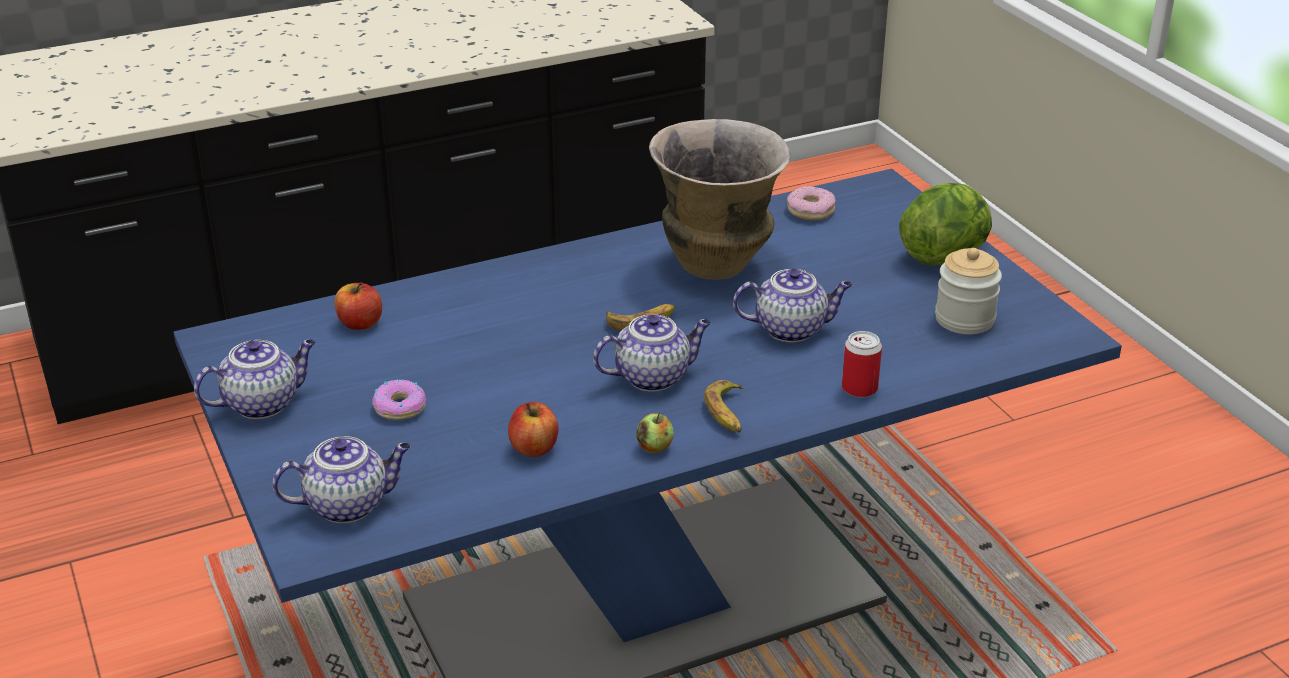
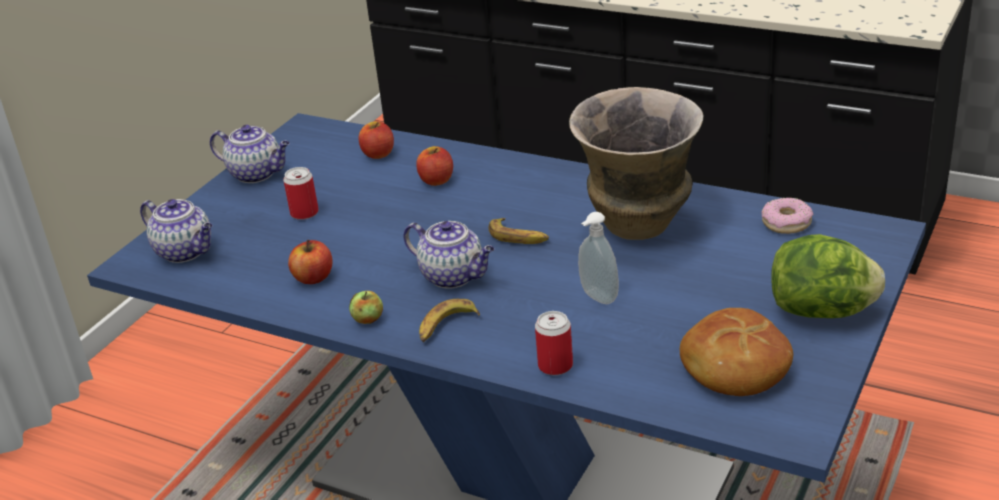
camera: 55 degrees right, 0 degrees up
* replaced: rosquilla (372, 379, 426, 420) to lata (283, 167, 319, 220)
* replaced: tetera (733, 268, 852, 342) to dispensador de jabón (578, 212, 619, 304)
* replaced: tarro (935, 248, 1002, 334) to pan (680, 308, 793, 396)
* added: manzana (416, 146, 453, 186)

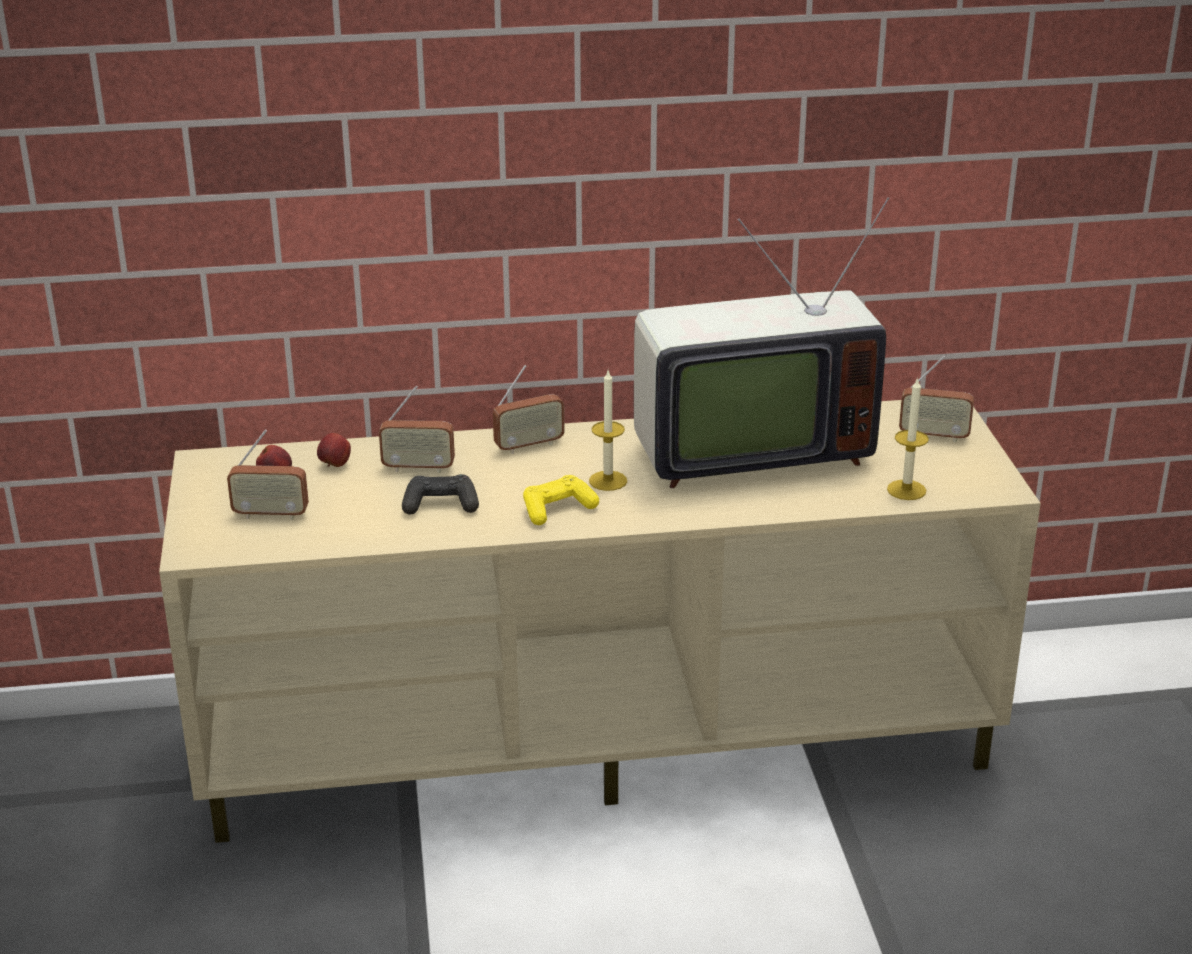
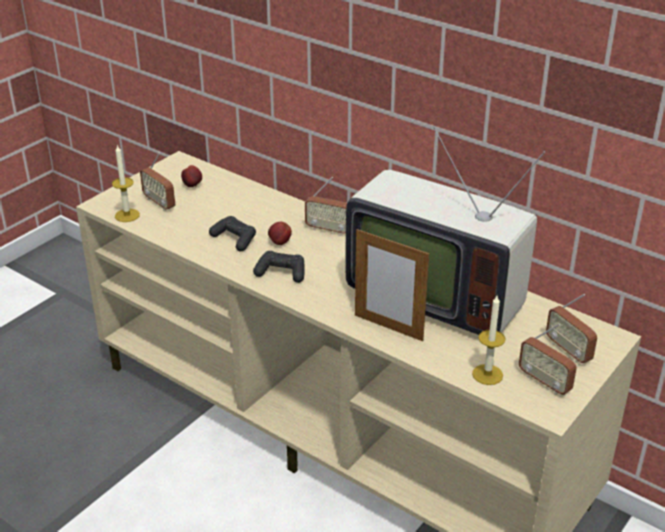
camera: 45 degrees right, 5 degrees up
* moved: manzana (317, 433, 351, 467) to (268, 222, 292, 245)
* moved: radio (379, 386, 455, 473) to (519, 324, 577, 395)
* recoloured: mando de consola/amarillo (523, 475, 599, 525) to mando de consola/negro (253, 251, 305, 283)
* moved: vela (589, 370, 627, 491) to (112, 144, 140, 222)
* added: portarretratos (355, 229, 429, 341)

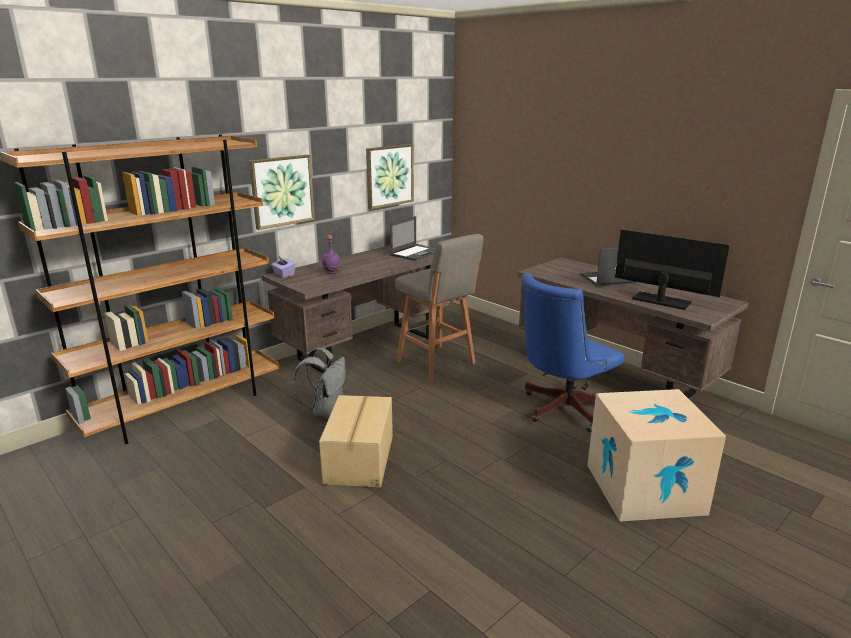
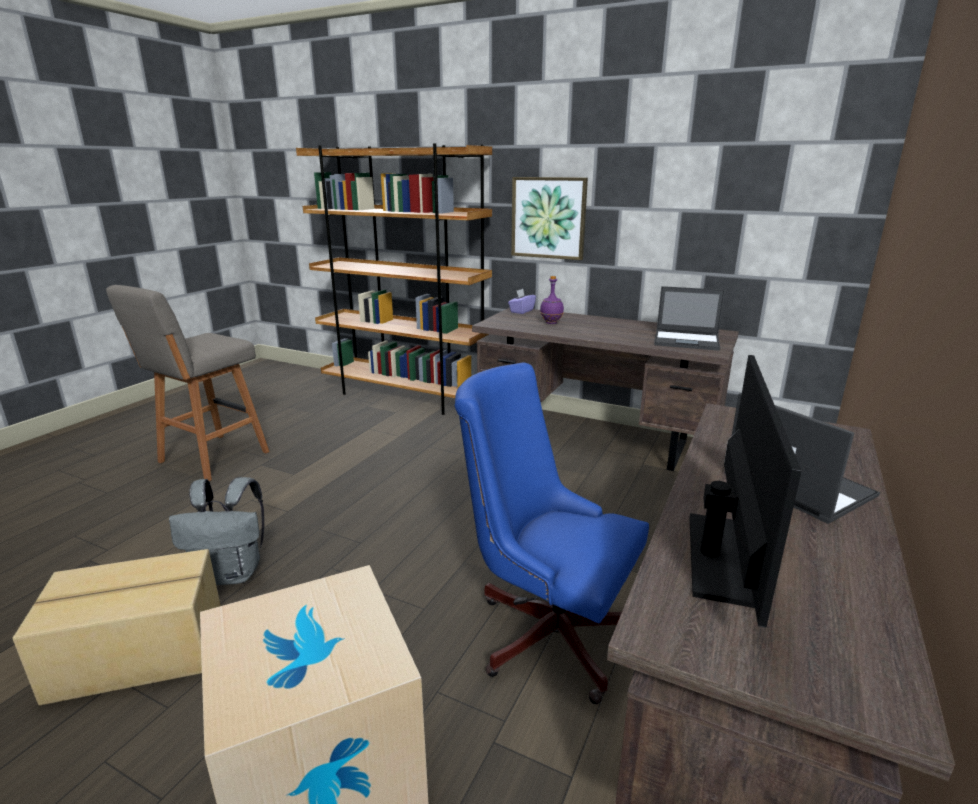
camera: 70 degrees right, 0 degrees up
* moved: mochila/gris (293, 348, 345, 419) to (169, 477, 264, 585)
* moved: caja de cartón (319, 395, 393, 488) to (12, 549, 221, 705)
* removed: cuadro (366, 144, 414, 209)
* moved: taburete/gris (395, 234, 484, 381) to (106, 285, 270, 481)

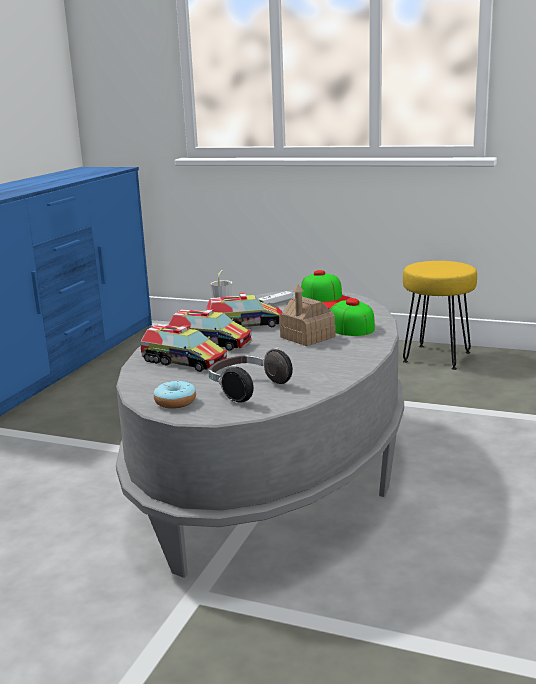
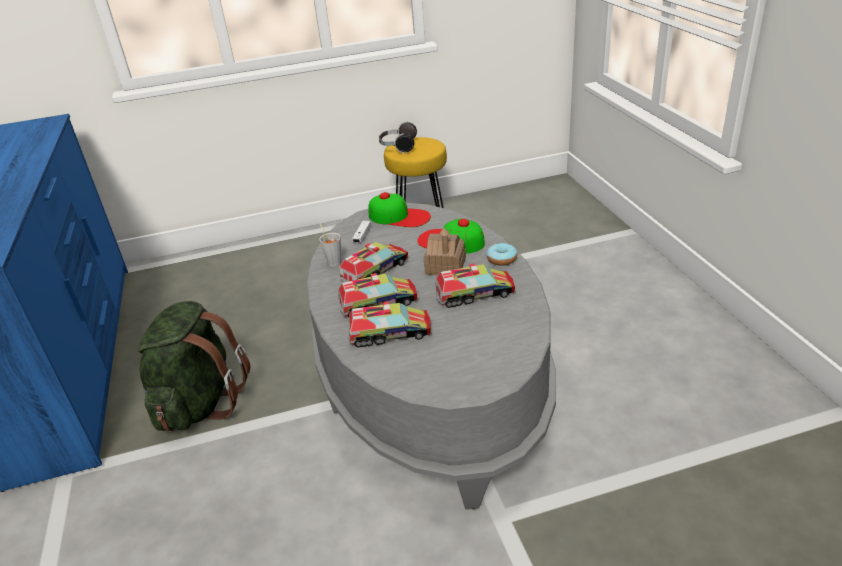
camera: 35 degrees left, 15 degrees up
* moved: rosquilla (154, 381, 196, 409) to (487, 243, 517, 266)
* moved: auriculares (208, 348, 293, 404) to (379, 121, 417, 153)
* added: mochila/verde (138, 301, 251, 431)
* added: camión de juguete (435, 264, 516, 308)

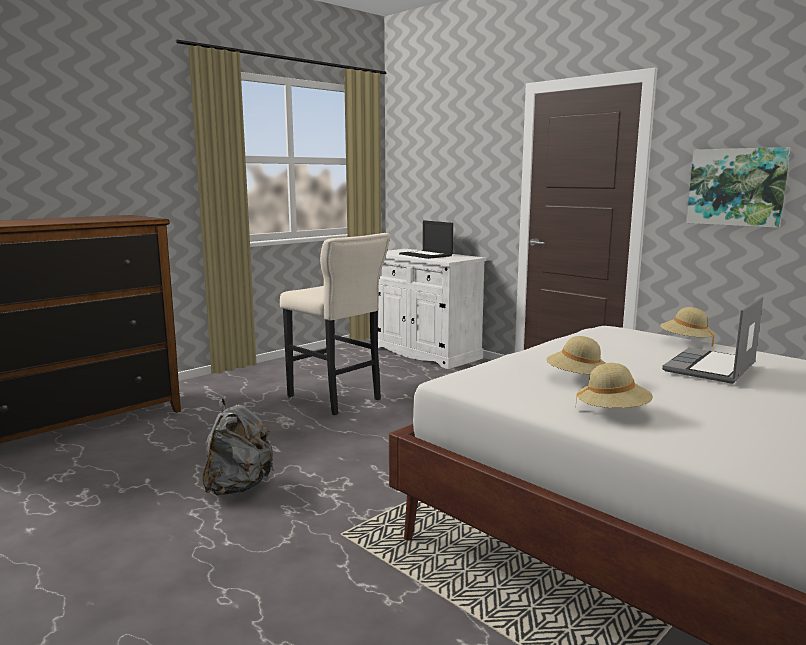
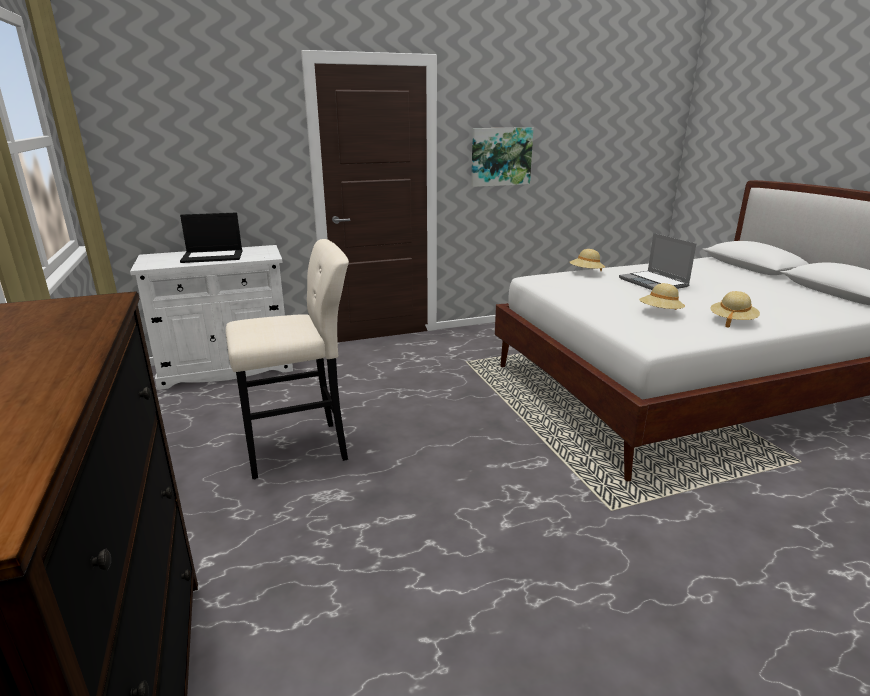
camera: 65 degrees left, 10 degrees up
* removed: mochila/gris (202, 399, 274, 495)

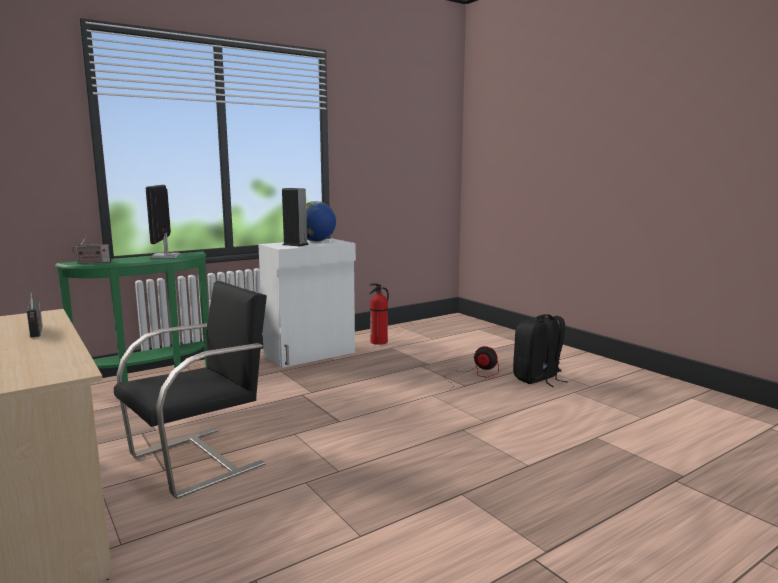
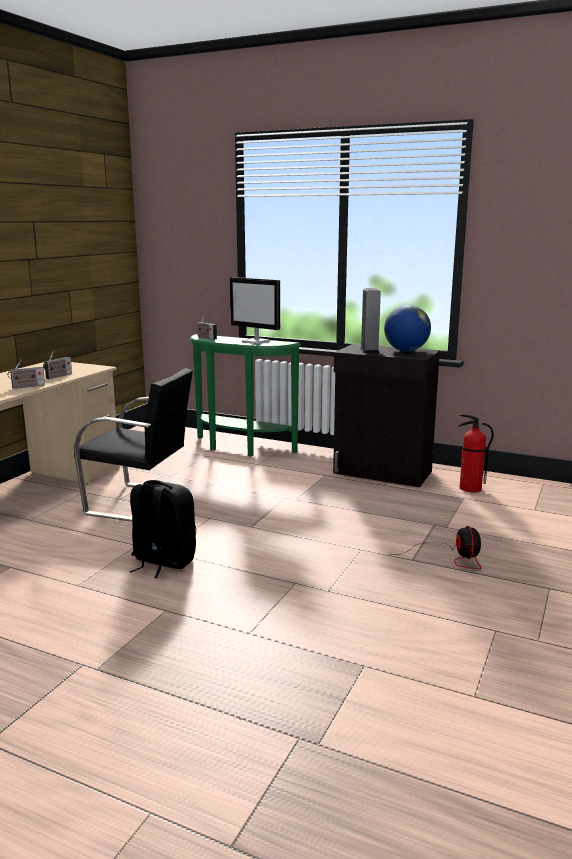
camera: 60 degrees right, 5 degrees up
* turned: monitor (146, 185, 180, 258) = (230, 277, 280, 344) 105 degrees counterclockwise
* recoloured: armario/blanco (258, 239, 356, 368) to armario/negro (333, 344, 440, 487)
* moved: mochila/negro (513, 314, 568, 387) to (130, 480, 196, 578)
* added: radio (7, 359, 45, 389)

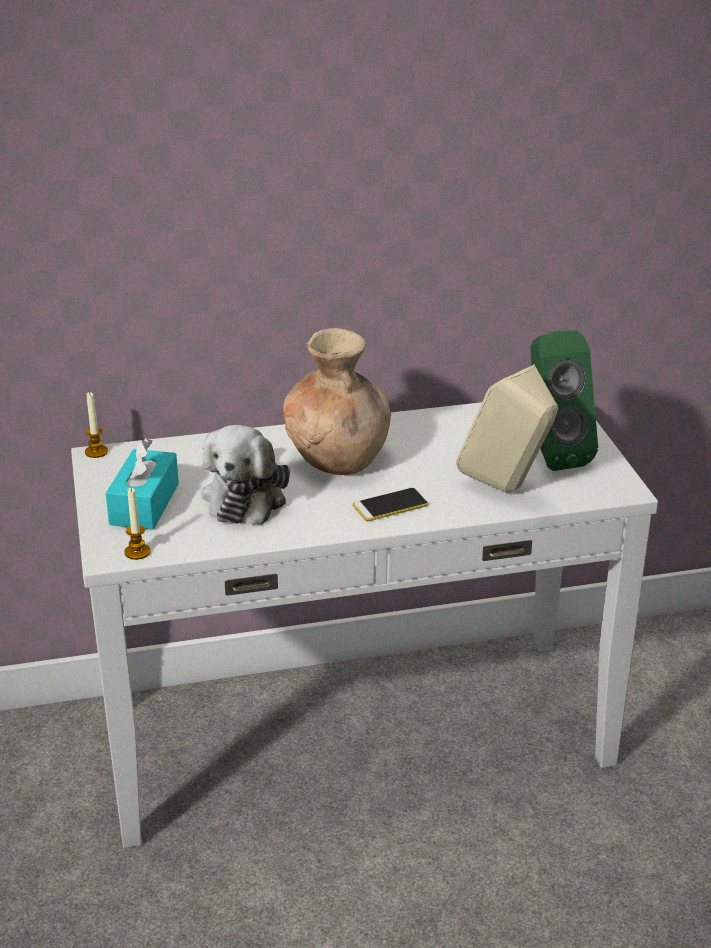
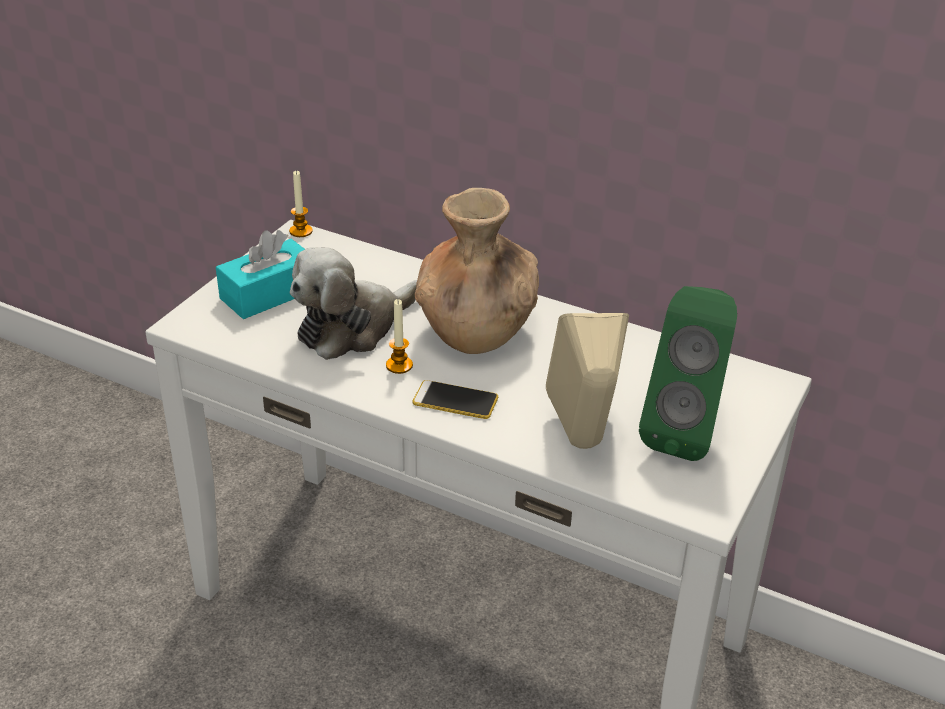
camera: 40 degrees right, 5 degrees up
* moved: vela (124, 488, 151, 560) to (386, 299, 413, 374)

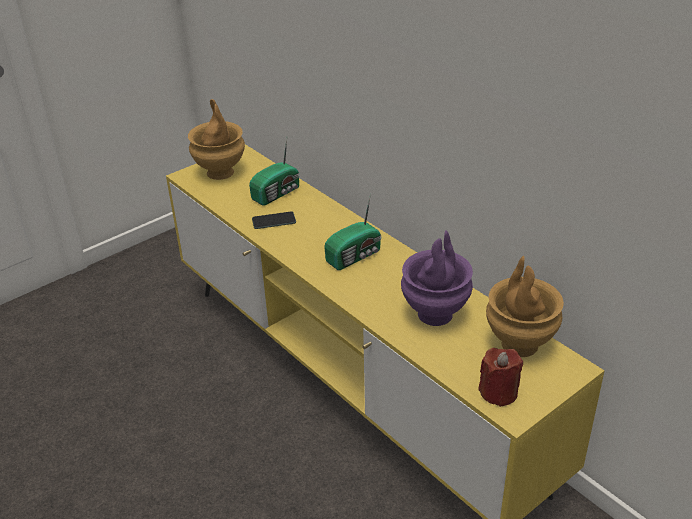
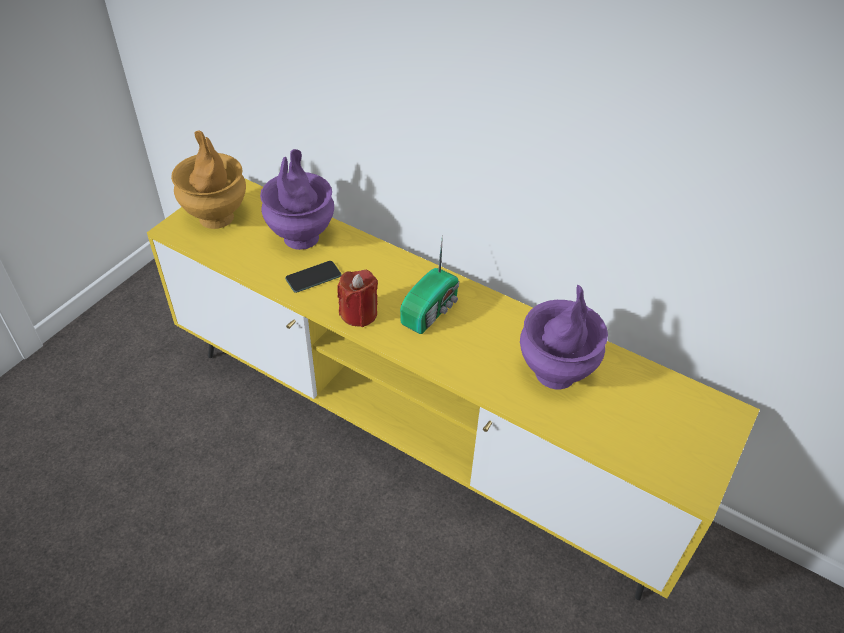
camera: 20 degrees left, 10 degrees up
* replaced: radio (249, 139, 300, 206) to florero/morado (260, 149, 334, 250)
* moved: vela/rojo (478, 348, 523, 407) to (337, 270, 378, 327)
* removed: florero/marrón (486, 256, 564, 357)

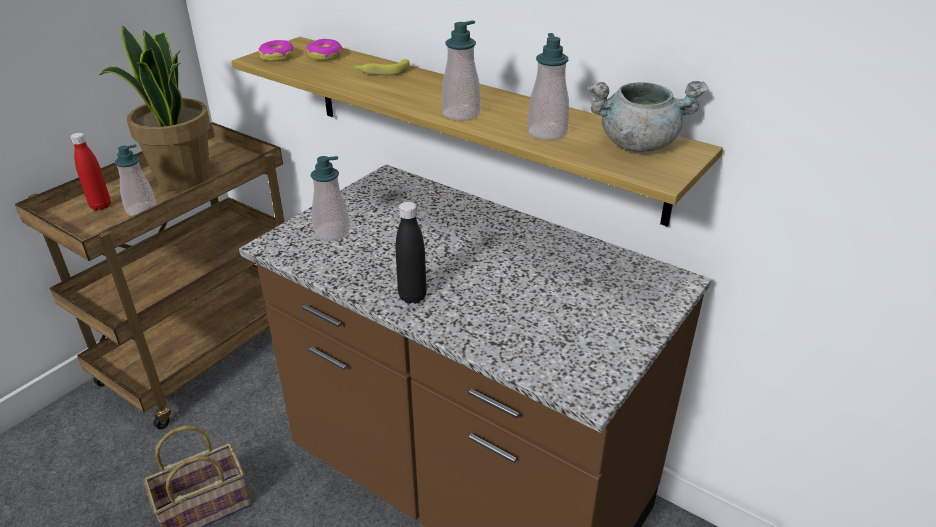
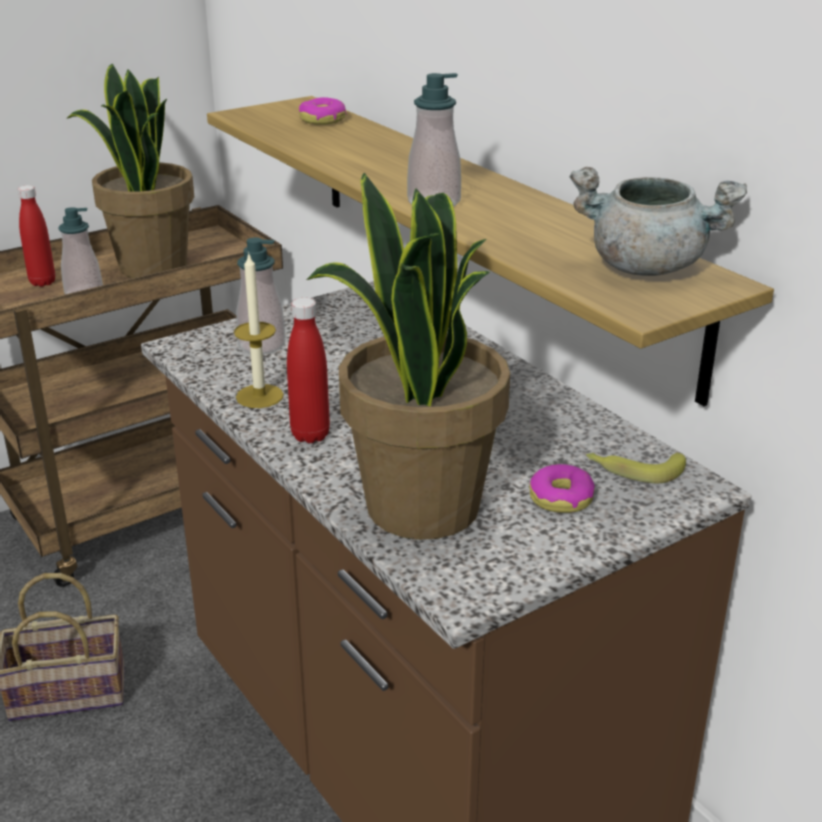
camera: 20 degrees right, 5 degrees down
* moved: rosquilla (259, 40, 294, 61) to (529, 464, 595, 513)
* moved: plátano (352, 59, 410, 75) to (586, 453, 686, 483)
* recoloured: botella/negro (395, 202, 427, 304) to botella/rojo (287, 298, 330, 443)
* removed: dispensador de jabón (527, 33, 569, 140)
* added: vela (234, 252, 284, 408)
* added: planta en maceta (306, 173, 510, 540)

